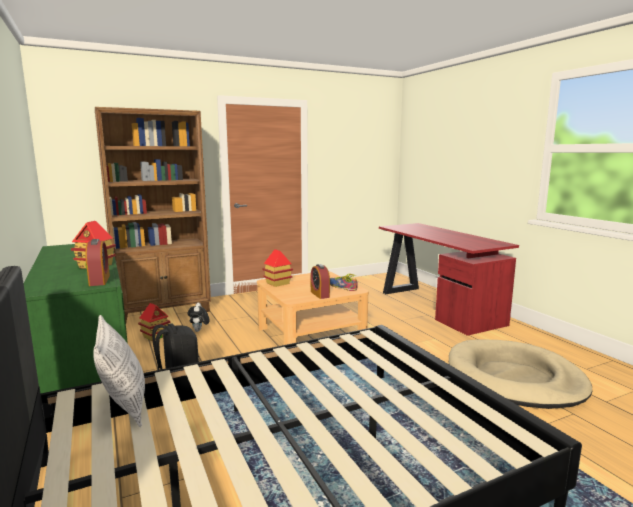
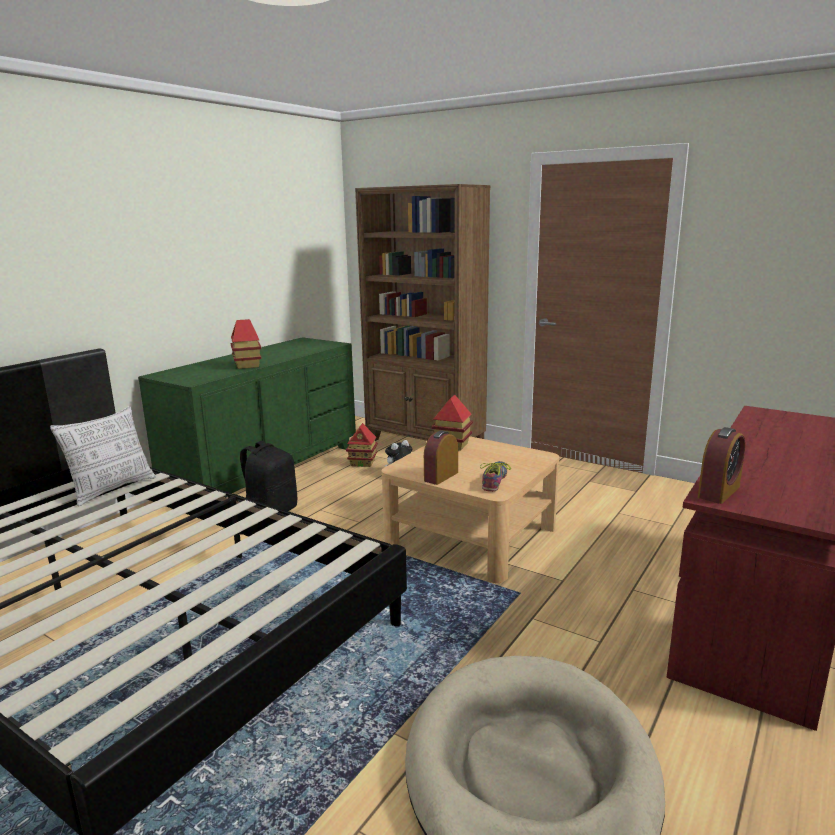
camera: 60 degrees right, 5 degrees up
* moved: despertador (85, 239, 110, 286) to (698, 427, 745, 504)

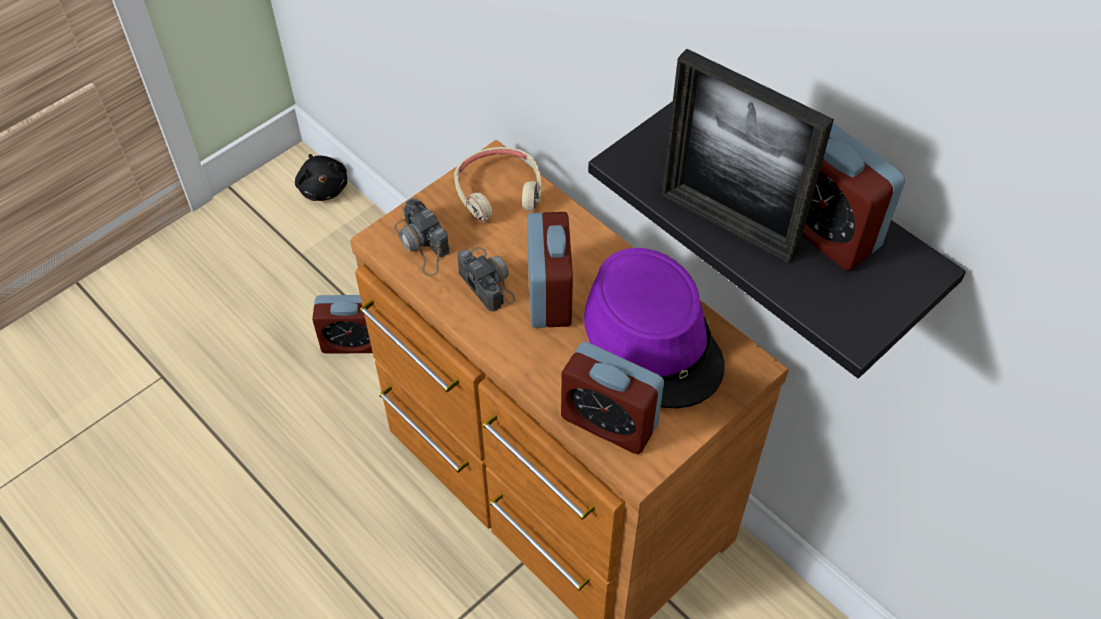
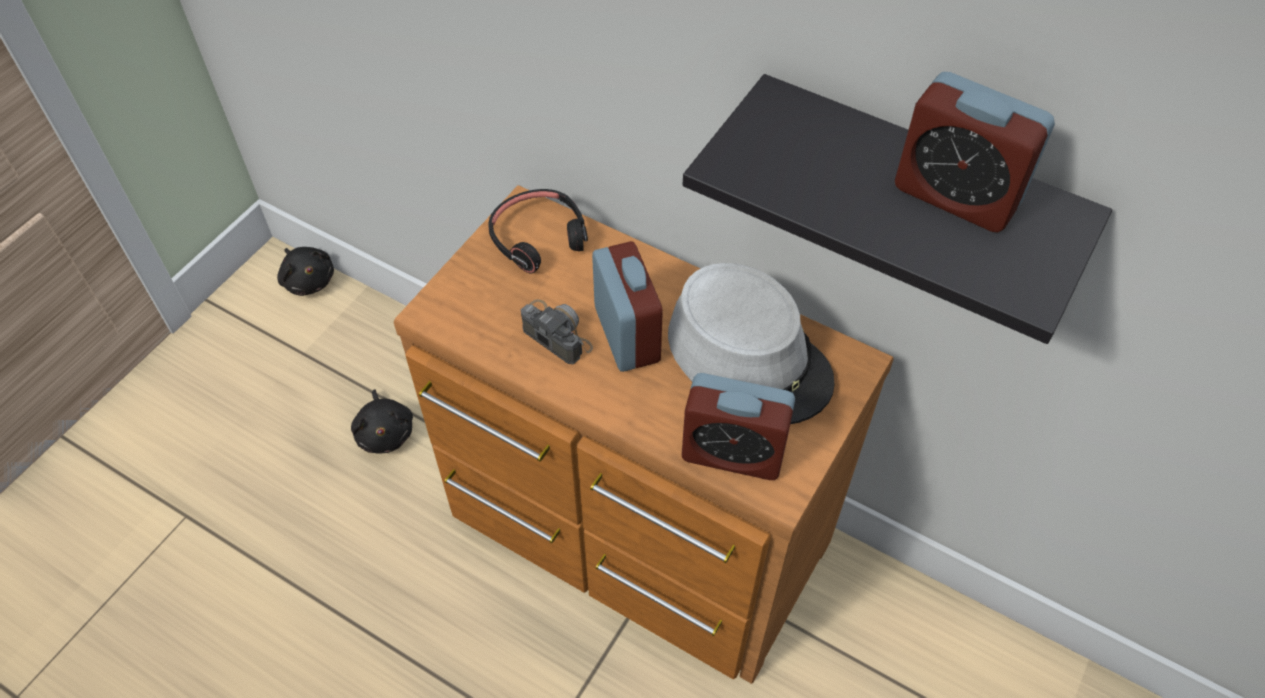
camera: 15 degrees left, 0 degrees up
* replaced: despertador (312, 295, 373, 354) to peluche/negro (351, 389, 413, 453)
* removed: cámara (394, 198, 450, 277)
* recoloured: auriculares/beis (454, 147, 541, 223) to auriculares/negro (488, 189, 588, 273)
* recoloured: sombrero/morado (584, 248, 724, 408) to sombrero/gris (668, 263, 835, 424)
* removed: portarretratos (662, 49, 834, 264)

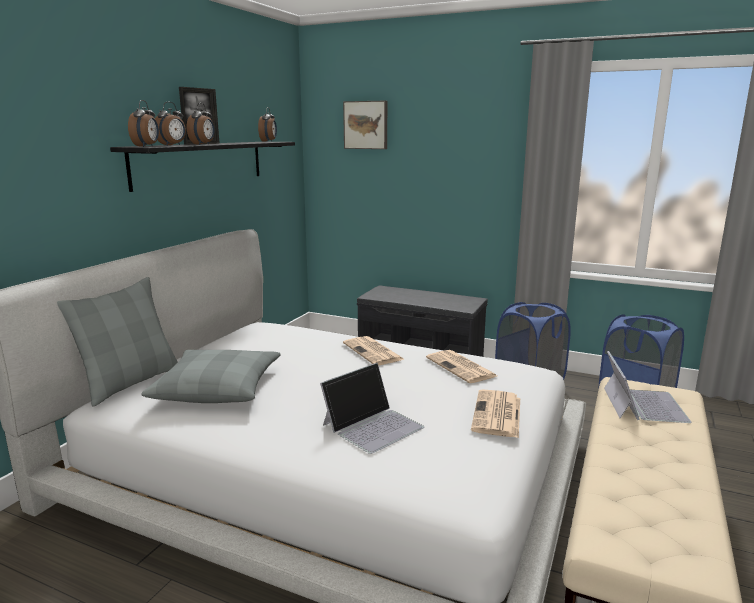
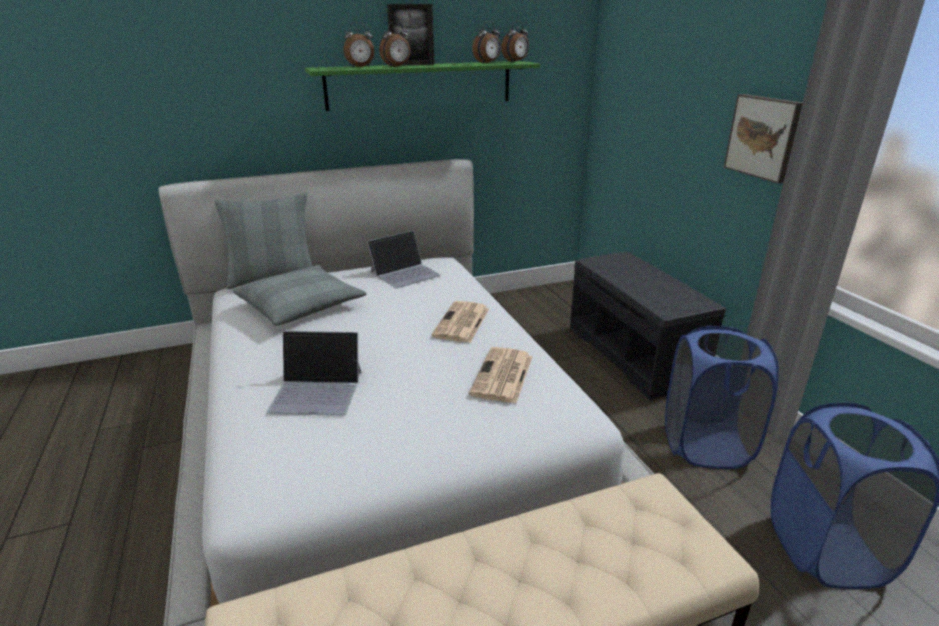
camera: 45 degrees right, 10 degrees up
* recoloured: estante/negro (110, 142, 295, 192) to estante/verde (305, 61, 540, 111)
* moved: despertador (128, 100, 159, 147) to (472, 21, 501, 64)
* moved: cuadro (343, 101, 387, 149) to (724, 94, 803, 184)
* removed: periódico (471, 389, 520, 438)
* moved: portátil (604, 351, 691, 423) to (367, 230, 441, 288)

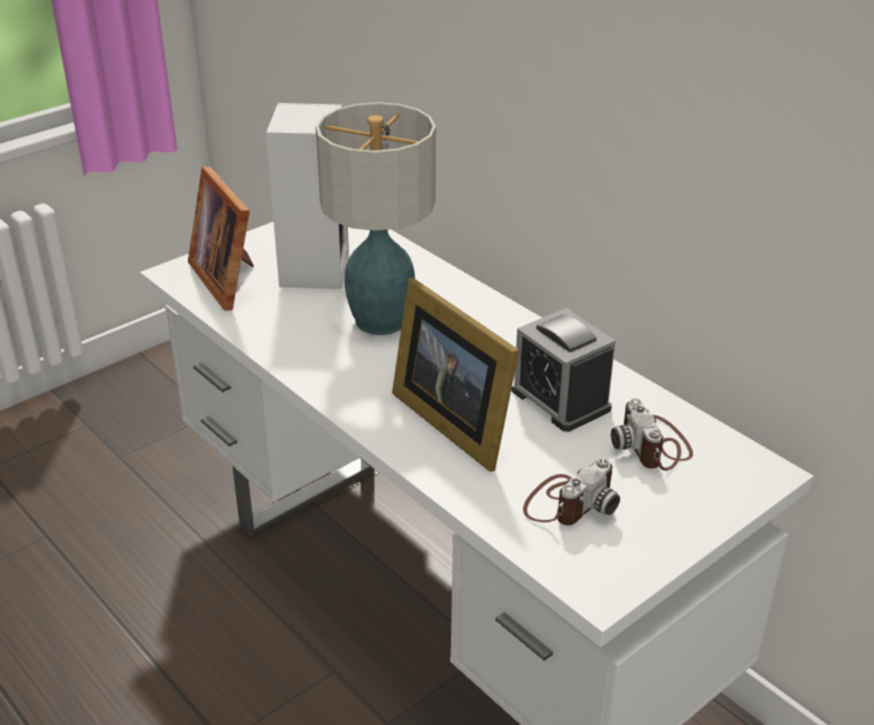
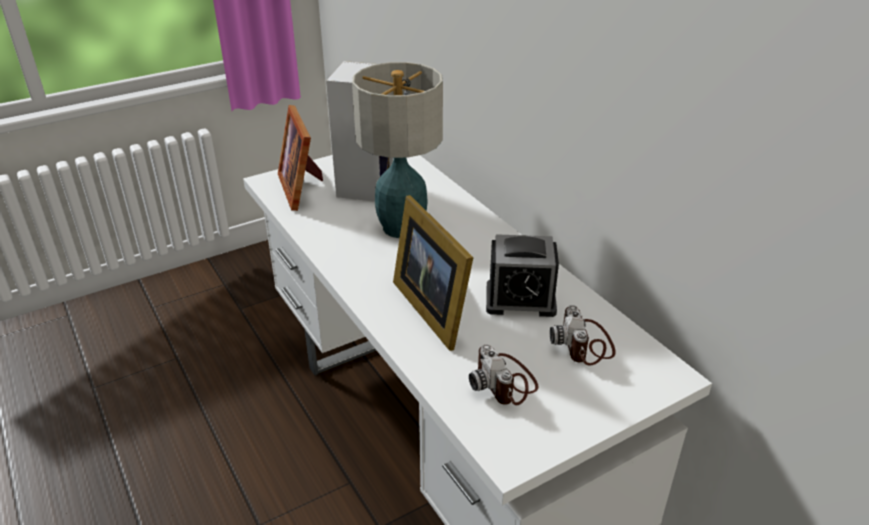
camera: 10 degrees right, 0 degrees up
* turned: despertador (511, 308, 615, 432) = (486, 234, 559, 317) 60 degrees counterclockwise
* turned: cámara (523, 458, 620, 525) = (469, 344, 538, 406) 105 degrees clockwise

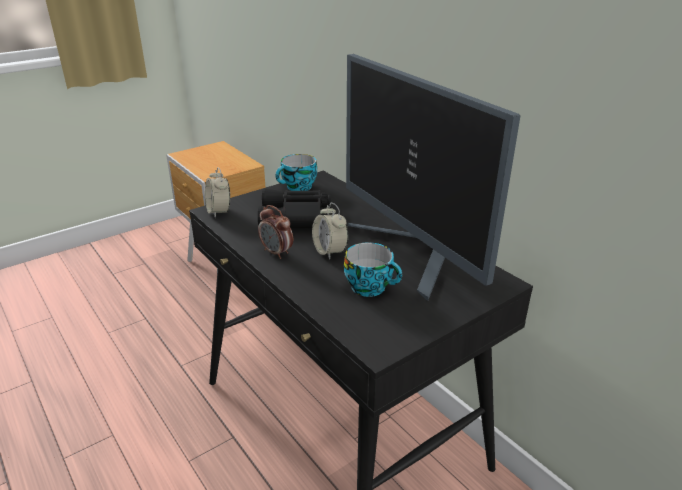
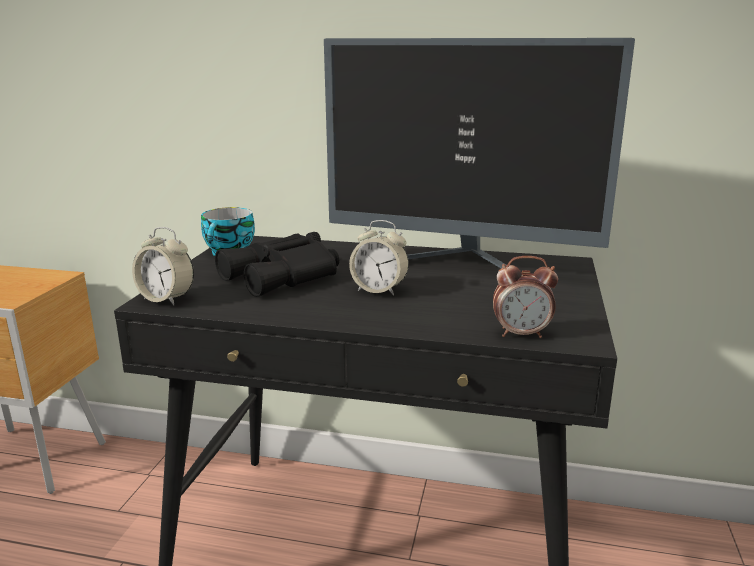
camera: 40 degrees left, 10 degrees down
* moved: despertador (258, 205, 293, 259) to (493, 256, 558, 338)
* removed: taza (344, 242, 402, 297)

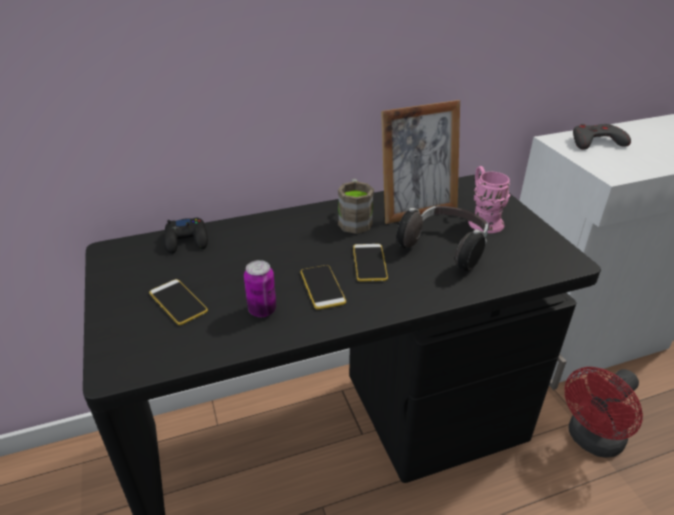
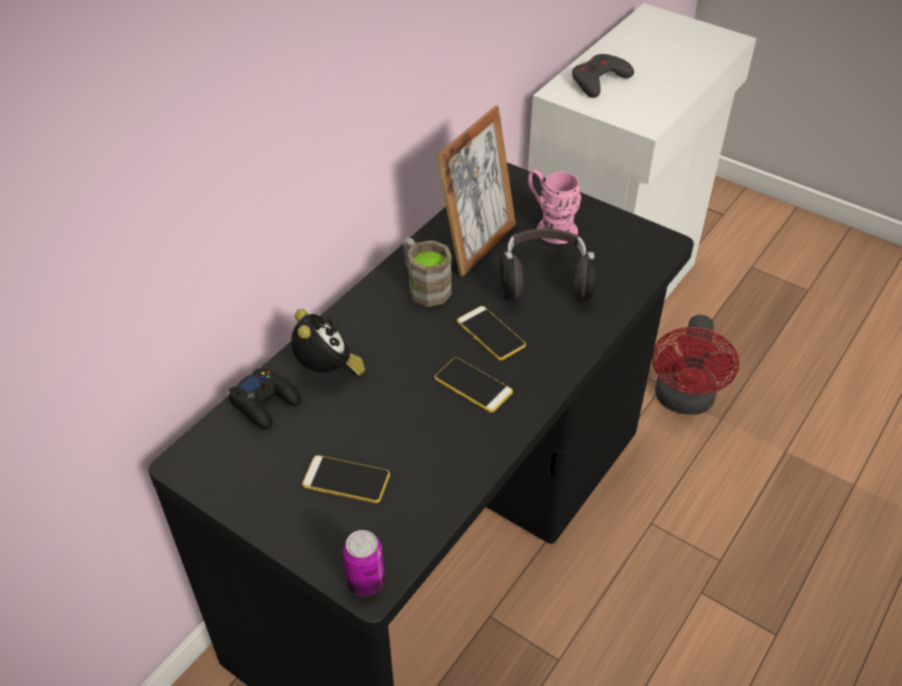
camera: 35 degrees left, 10 degrees up
* moved: lata (244, 260, 276, 317) to (343, 530, 385, 596)
* added: despertador (291, 309, 365, 376)

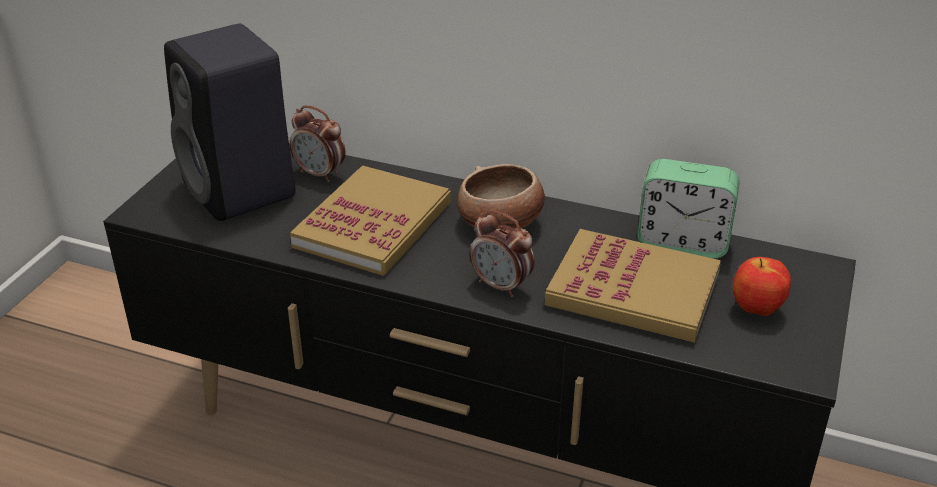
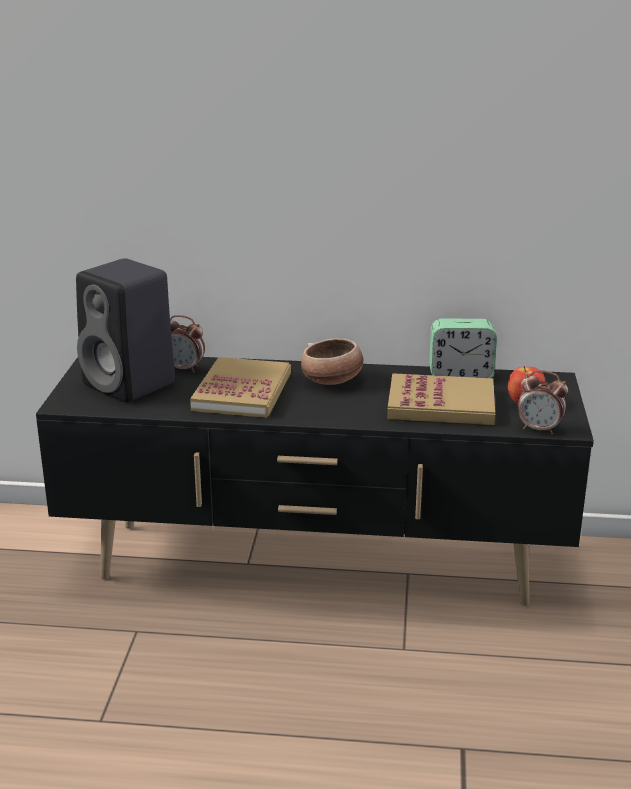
camera: 15 degrees left, 10 degrees down
* moved: despertador (470, 210, 535, 297) to (517, 370, 568, 434)

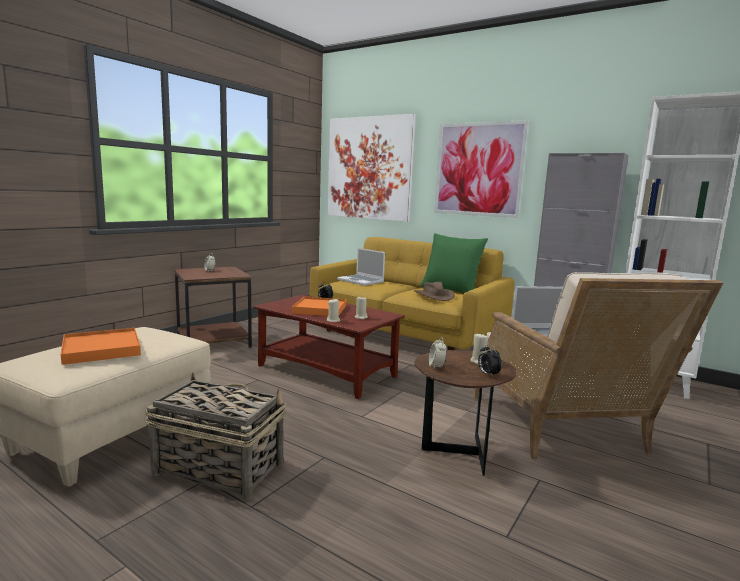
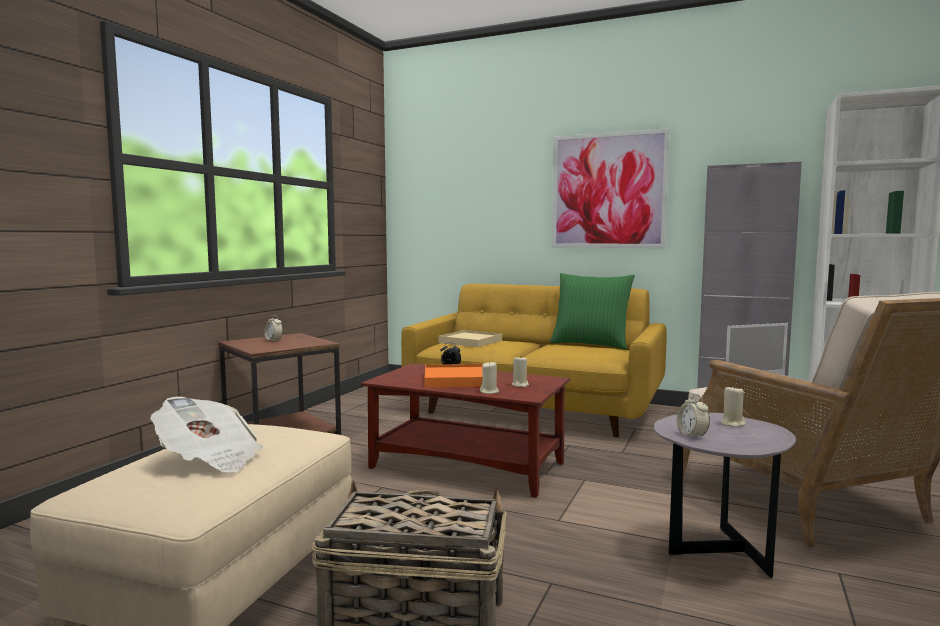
camera: 10 degrees left, 5 degrees down
* replaced: bandeja/naranja (61, 328, 141, 365) to periódico (150, 396, 263, 473)
* removed: cuadro (328, 114, 416, 222)
* replaced: portátil (337, 248, 385, 286) to bandeja/beis (438, 330, 502, 347)
* removed: sombrero/marrón (414, 282, 455, 301)
* recoloured: mesa auxiliar/marrón (414, 350, 517, 476) to mesa auxiliar/gris (654, 413, 796, 578)
* removed: despertador (478, 343, 502, 377)

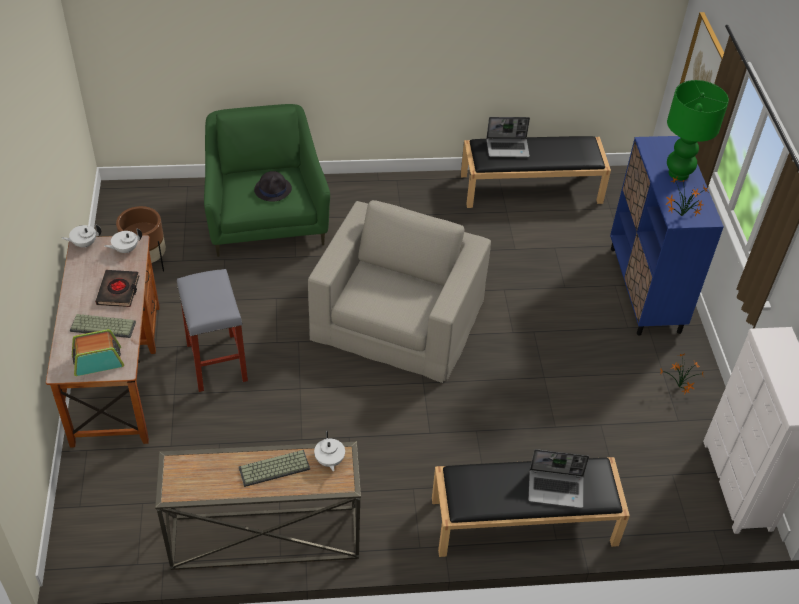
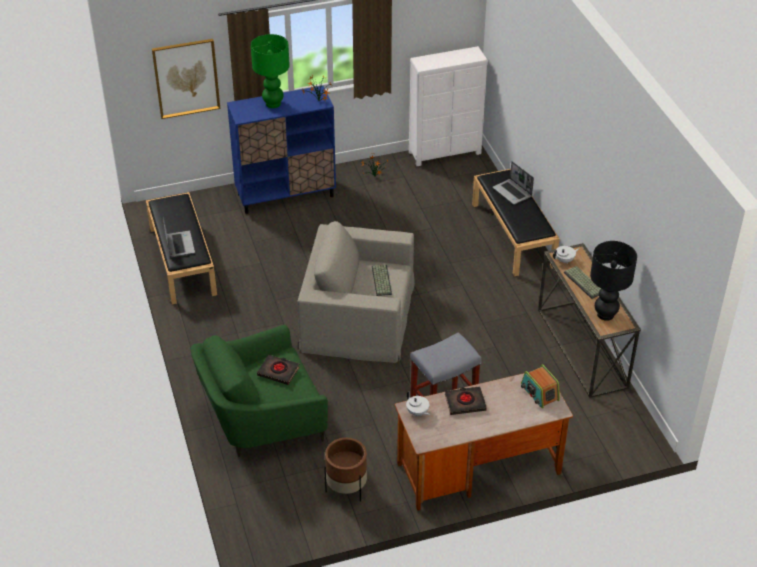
camera: 100 degrees left, 5 degrees down
* removed: tetera/blanco (62, 224, 101, 247)
* moved: teclado (70, 314, 136, 338) to (372, 264, 392, 296)
* replaced: sombrero/negro (254, 171, 292, 202) to libro/negro (257, 355, 299, 385)
* turned: portátil (528, 449, 589, 508) = (493, 161, 534, 204) 150 degrees clockwise
* added: lámpara de mesa/negro (590, 241, 637, 321)

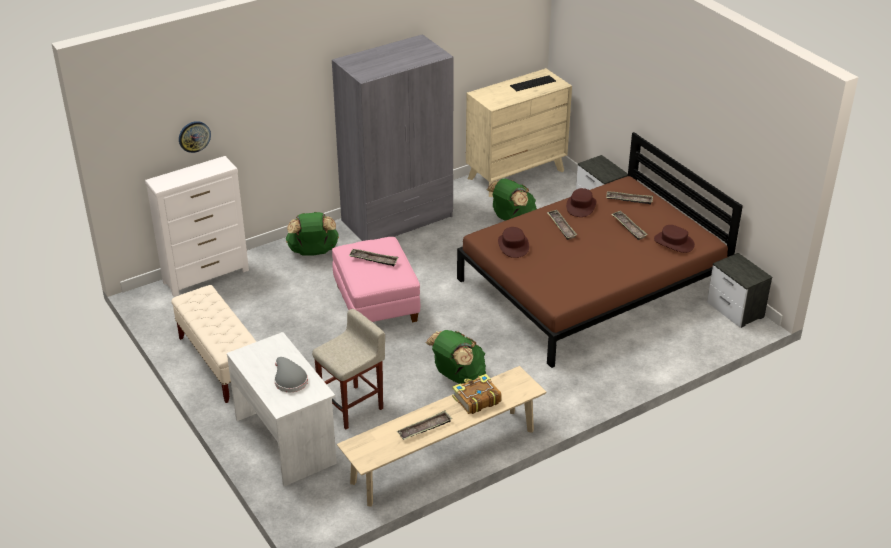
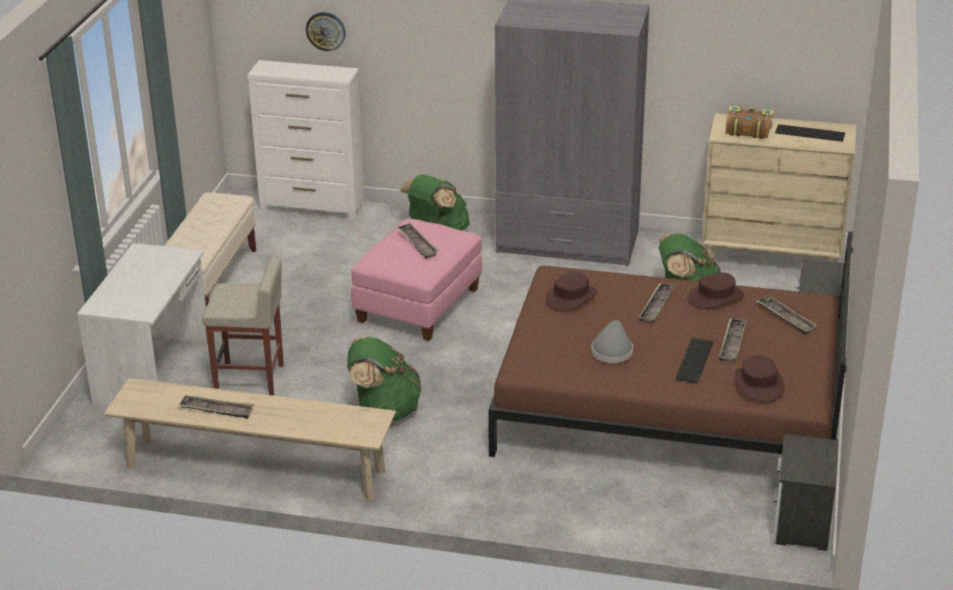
camera: 45 degrees right, 5 degrees down
* moved: sombrero/gris (274, 357, 308, 392) to (591, 320, 633, 363)
* moved: libro (452, 374, 502, 414) to (725, 105, 774, 139)
* added: teclado (675, 338, 713, 384)

